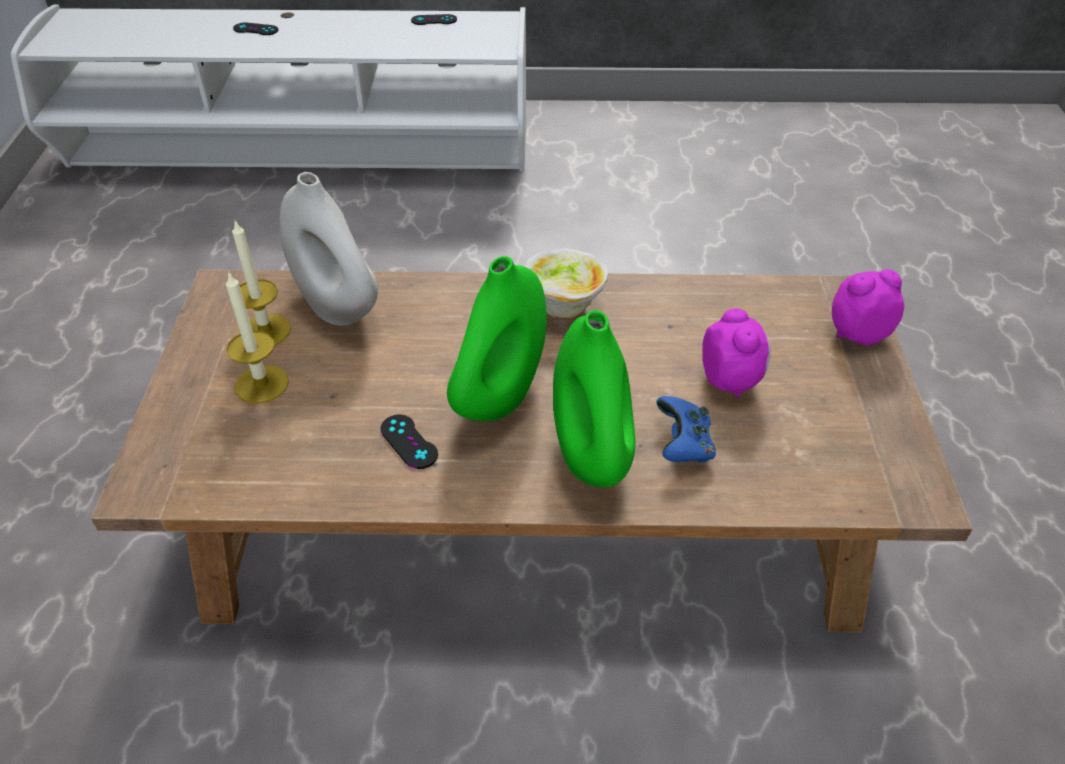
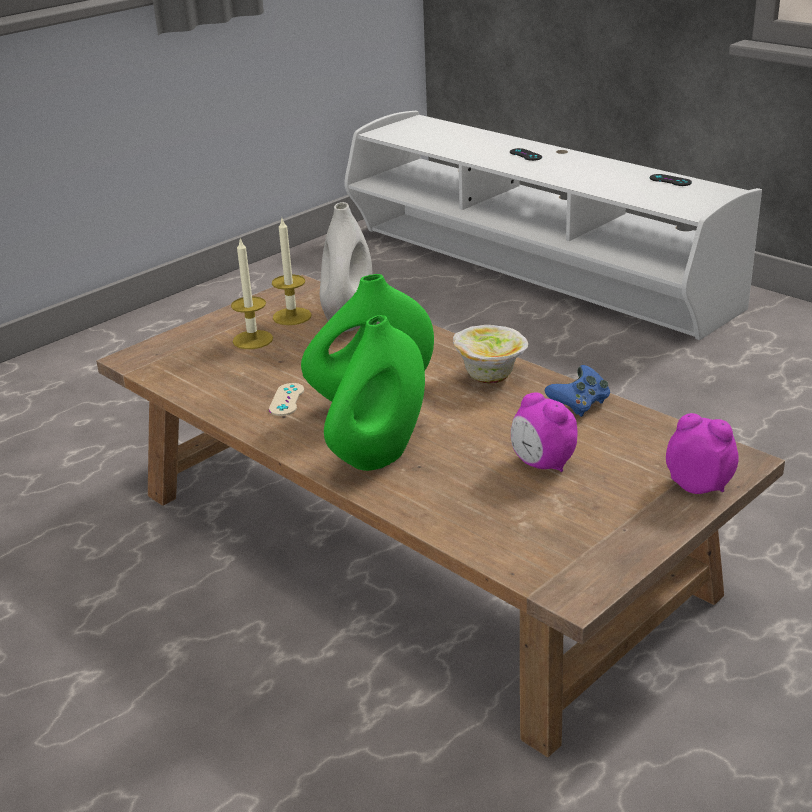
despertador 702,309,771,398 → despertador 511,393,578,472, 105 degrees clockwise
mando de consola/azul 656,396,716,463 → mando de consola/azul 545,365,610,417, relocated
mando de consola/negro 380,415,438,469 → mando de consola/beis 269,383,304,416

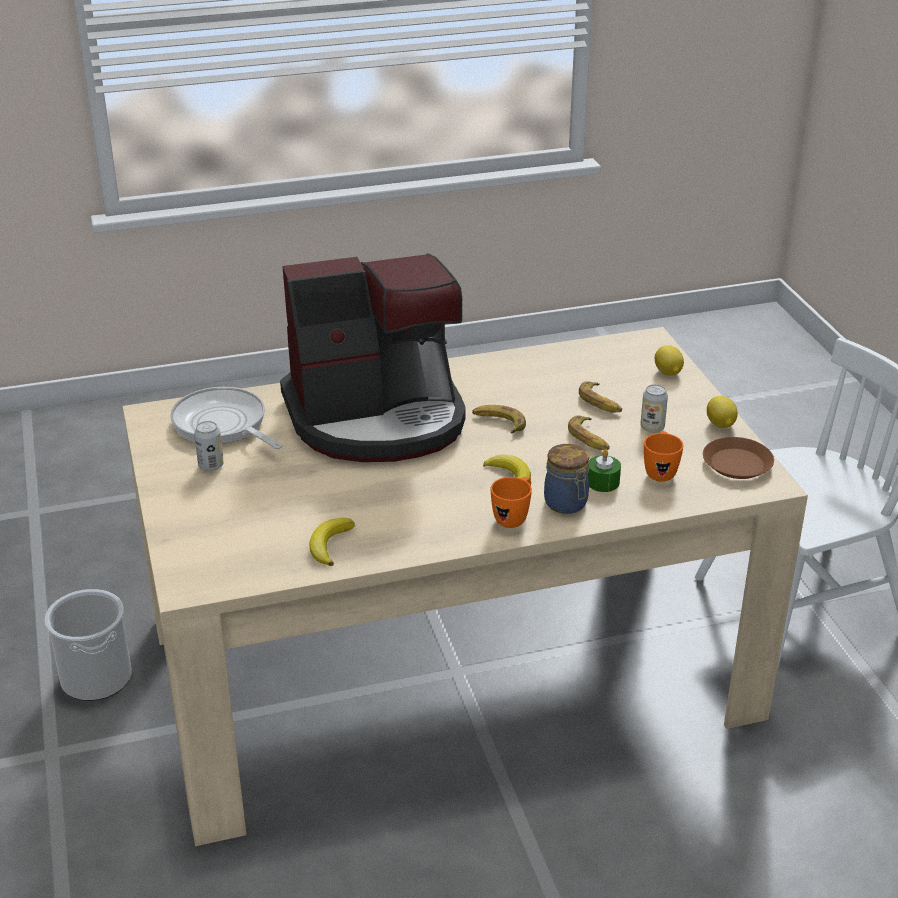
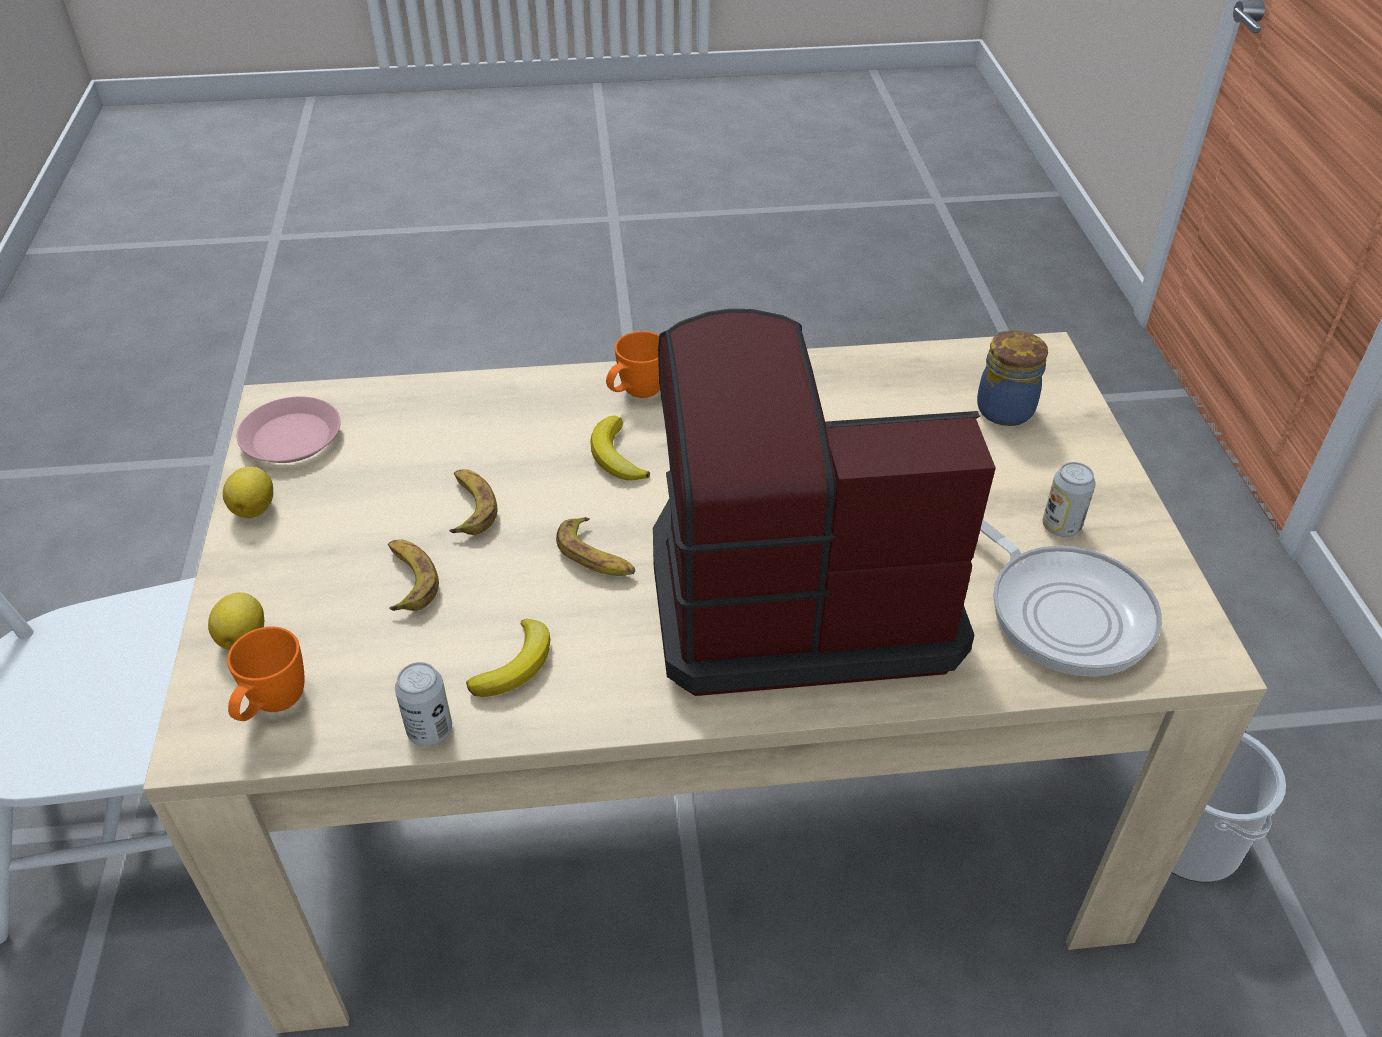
lata 640,384,668,433 → lata 395,662,452,746, relocated
taza grande/naranja 644,431,683,482 → taza grande/naranja 227,627,305,721, relocated
plato/marrón 703,437,774,479 → plato/rosa 237,396,341,463
tarro 544,444,589,514 → tarro 977,330,1048,426, relocated
vela/verde 588,449,621,492 → -
plátano 309,518,355,566 → plátano 466,619,551,697, relocated

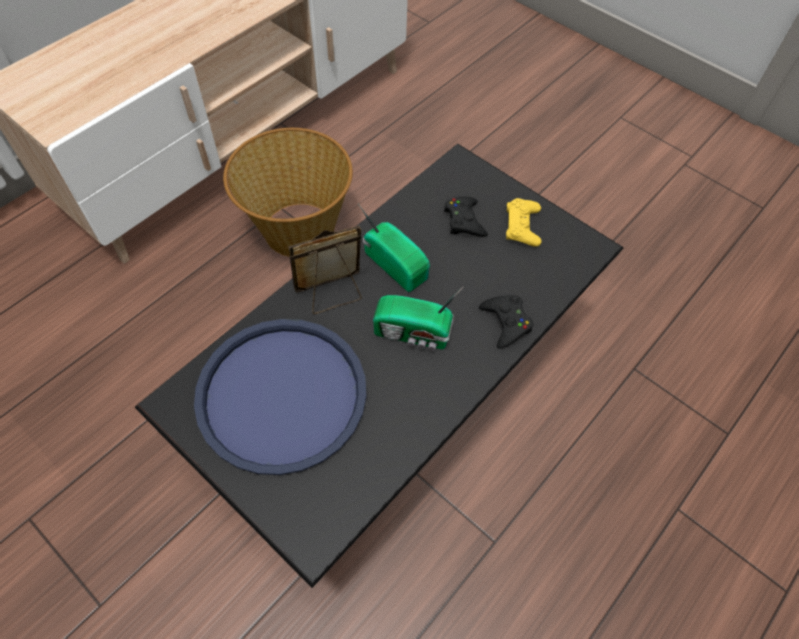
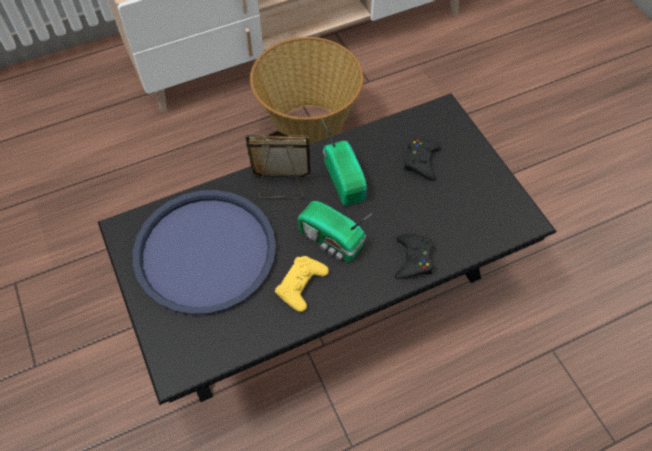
mando de consola/amarillo 506,198,542,247 → mando de consola/amarillo 275,256,329,312, relocated

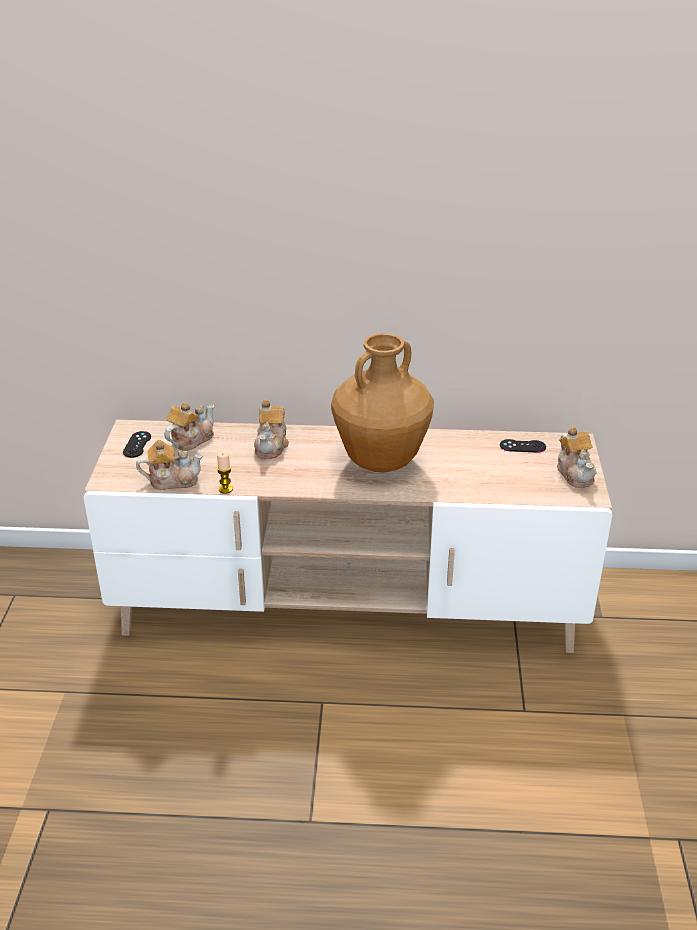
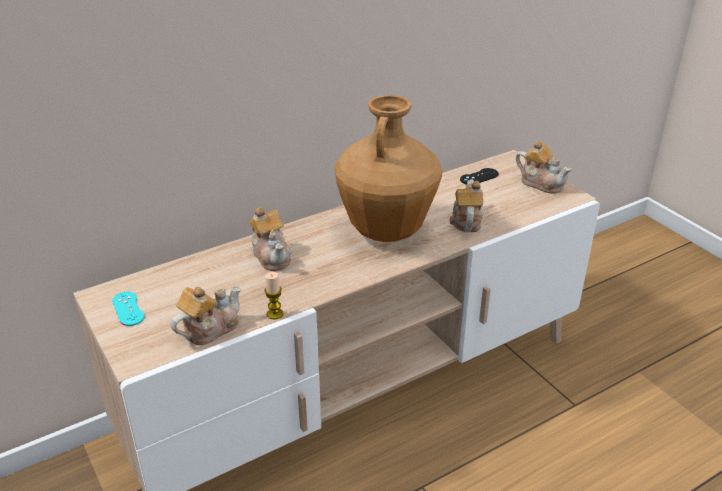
tetera 164,403,214,451 → tetera 450,180,483,232, relocated
mando de consola/negro 123,431,151,458 → mando de consola/turquesa 112,291,145,326

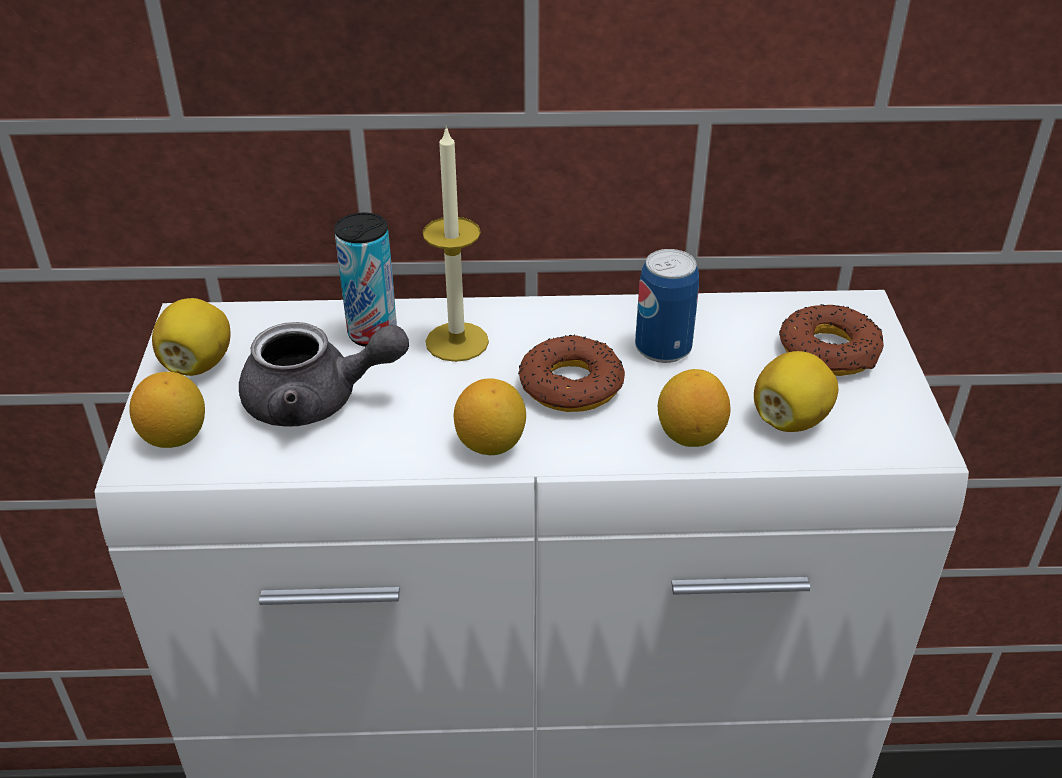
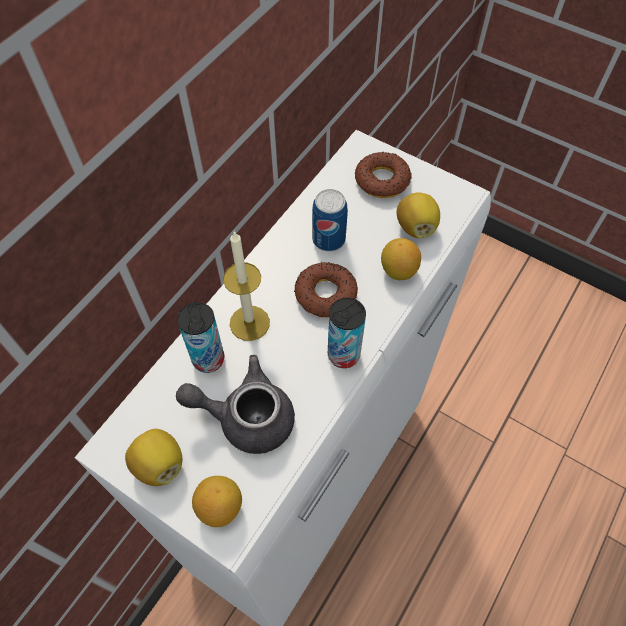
tetera/gris 239,322,409,426 → tetera/gris 176,355,295,454, 120 degrees counterclockwise
limón 454,379,526,455 → lata 328,298,366,368

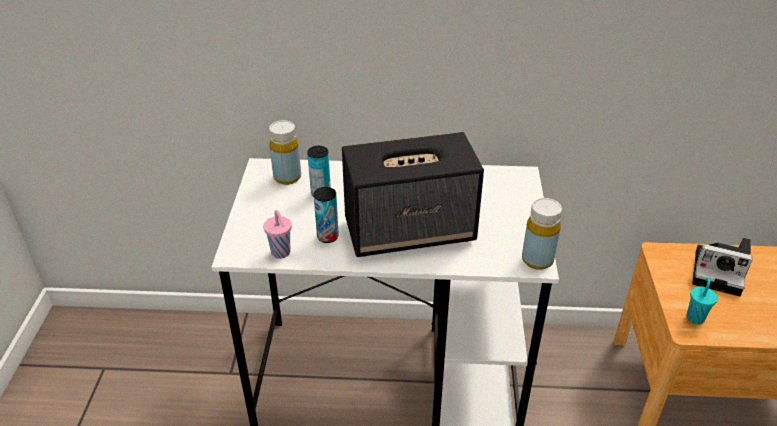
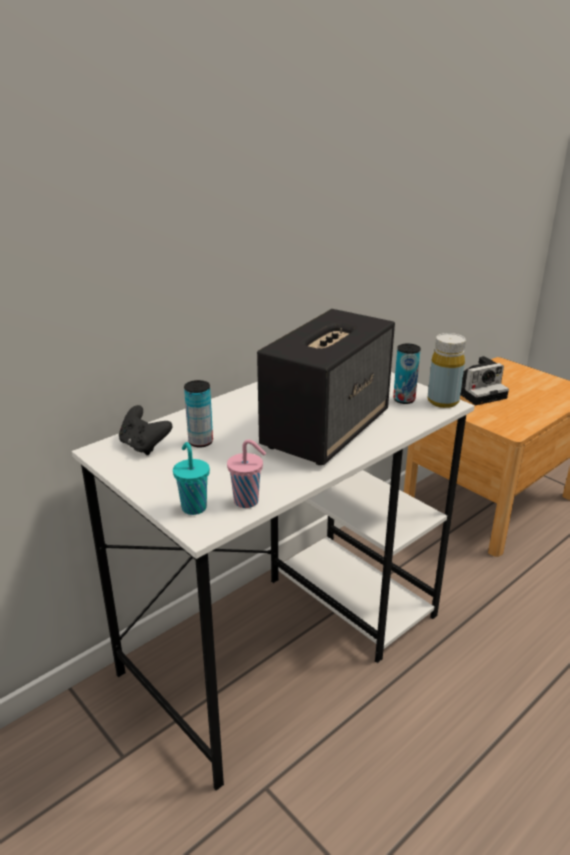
botella/amarillo 269,120,301,185 → mando de consola/negro 119,405,172,455
lata 314,187,339,243 → lata 393,343,421,404, relocated
taza/turquesa 686,278,718,325 → taza/turquesa 173,442,210,515, relocated

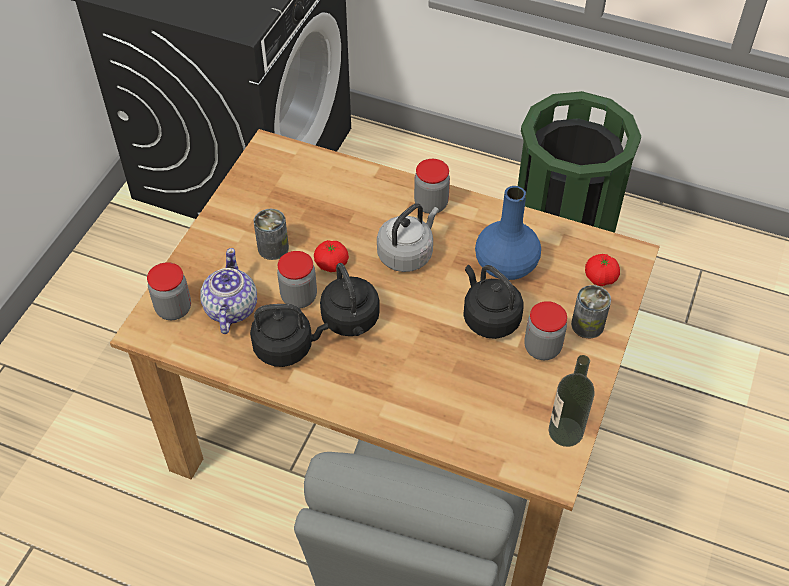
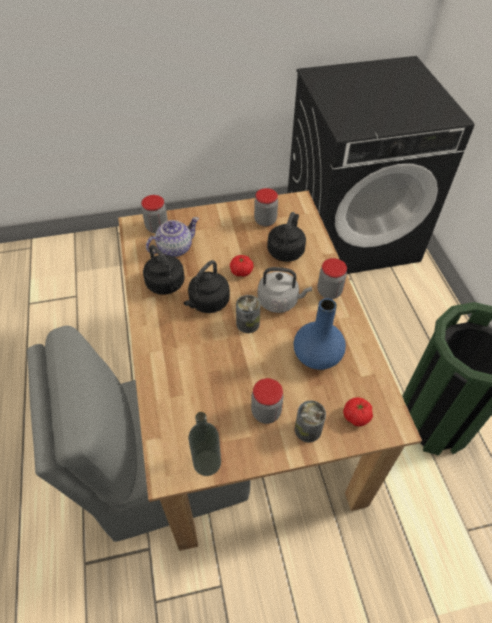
lata 254,209,289,260 → lata 236,295,261,333, relocated
tarro 277,251,317,308 → tarro 254,188,278,226, relocated
hervidor/negro 463,265,524,339 → hervidor/negro 267,212,306,262, relocated

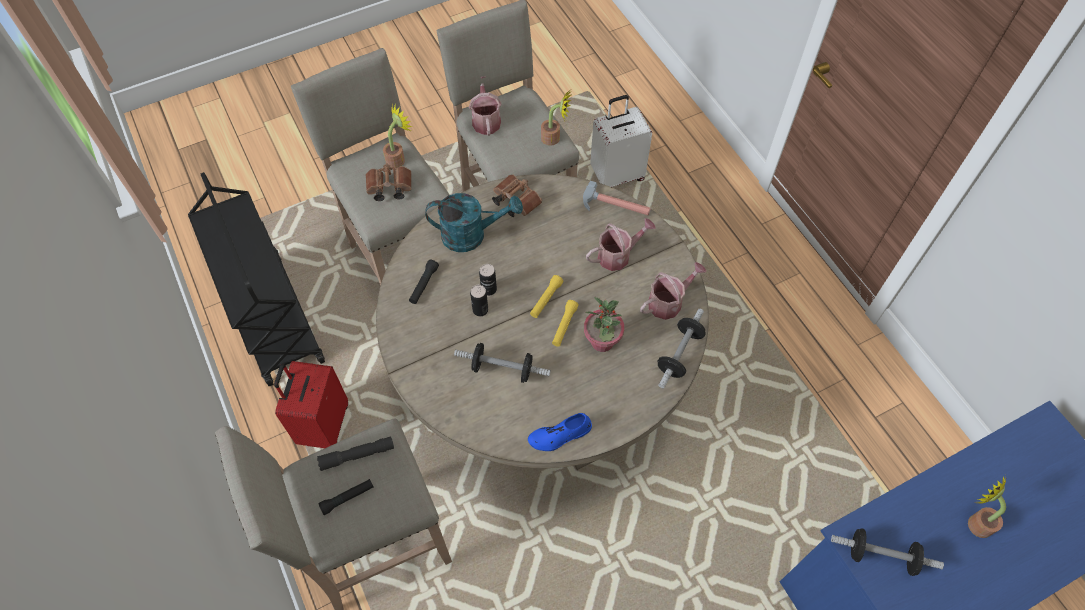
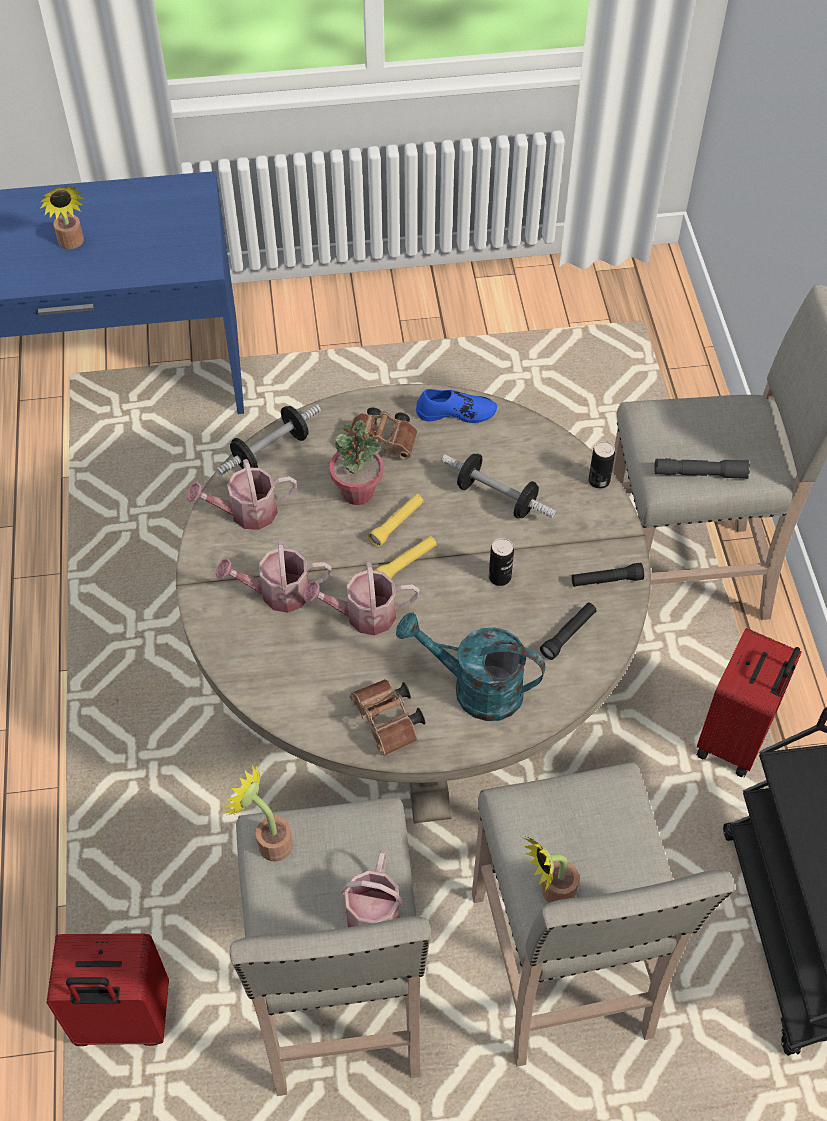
maleta/blanco 590,95,652,187 → maleta/rojo 46,933,169,1046
prismáticos/marrón 366,163,411,201 → prismáticos/marrón 348,407,417,459, relocated
martillo 583,181,651,215 → -
lata 479,264,497,296 → lata 589,441,615,489, relocated
linterna/negro 318,479,374,515 → linterna/negro 572,563,644,587, relocated
mancuerna 831,528,944,576 → -
- → regadera 303,562,420,635

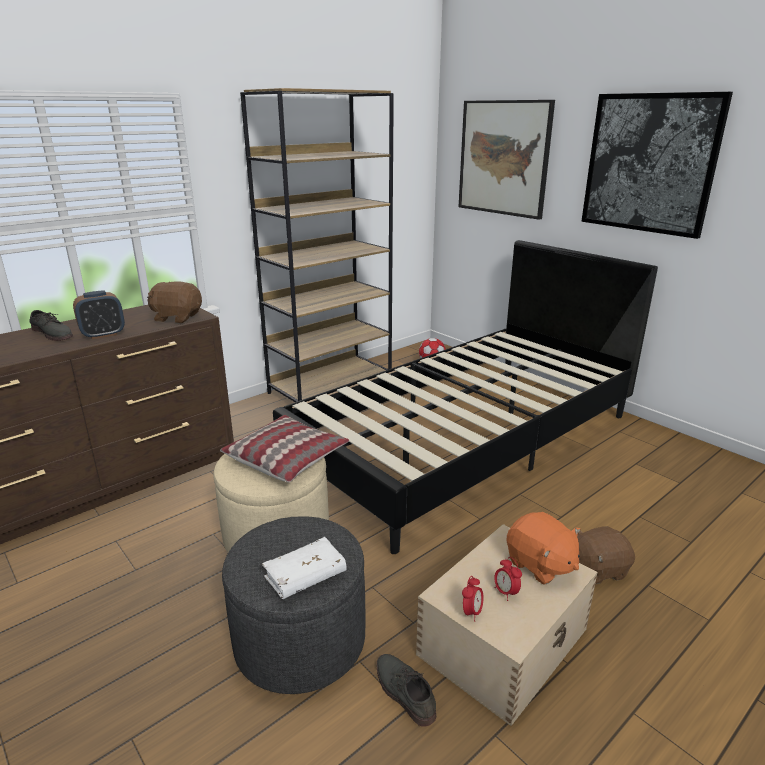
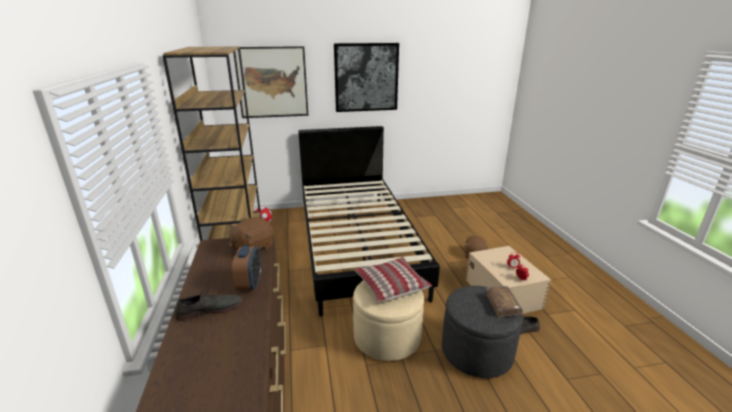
peluche/naranja 506,512,581,585 → -
libro/blanco 262,537,346,599 → libro/marrón 486,286,523,318

